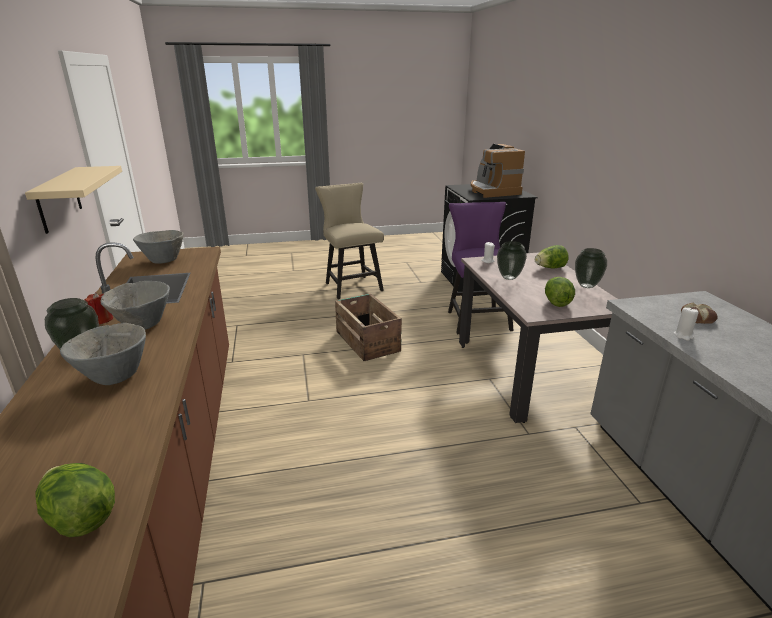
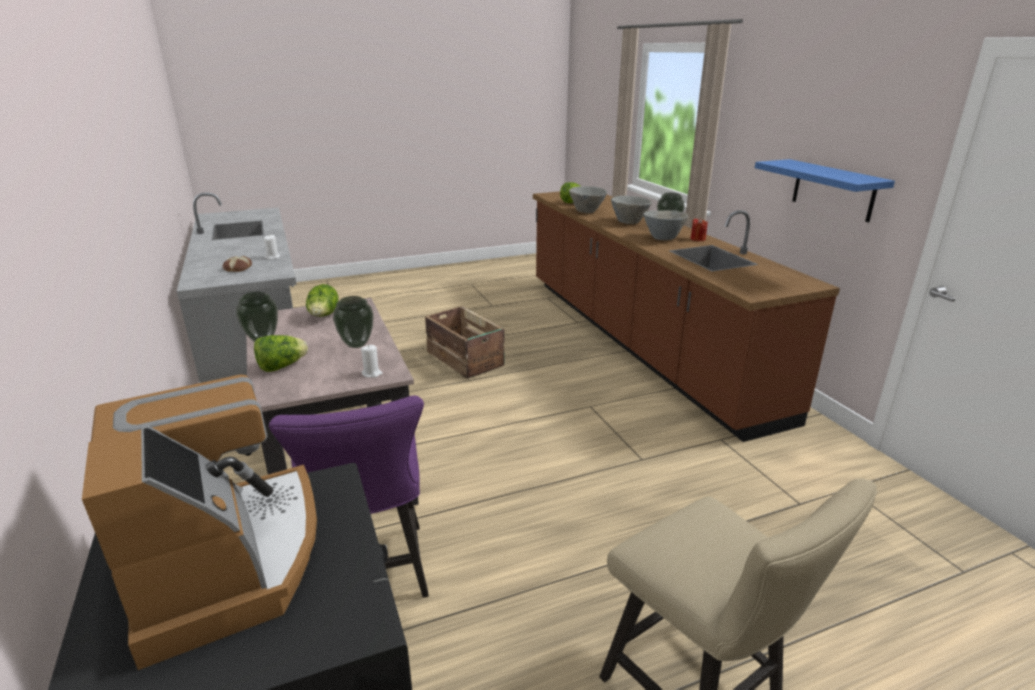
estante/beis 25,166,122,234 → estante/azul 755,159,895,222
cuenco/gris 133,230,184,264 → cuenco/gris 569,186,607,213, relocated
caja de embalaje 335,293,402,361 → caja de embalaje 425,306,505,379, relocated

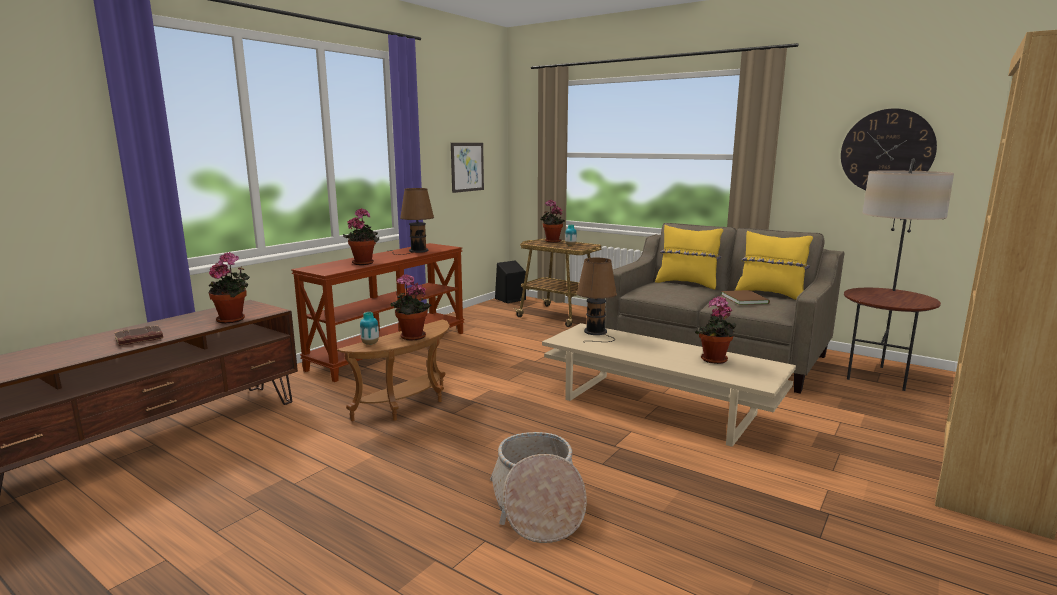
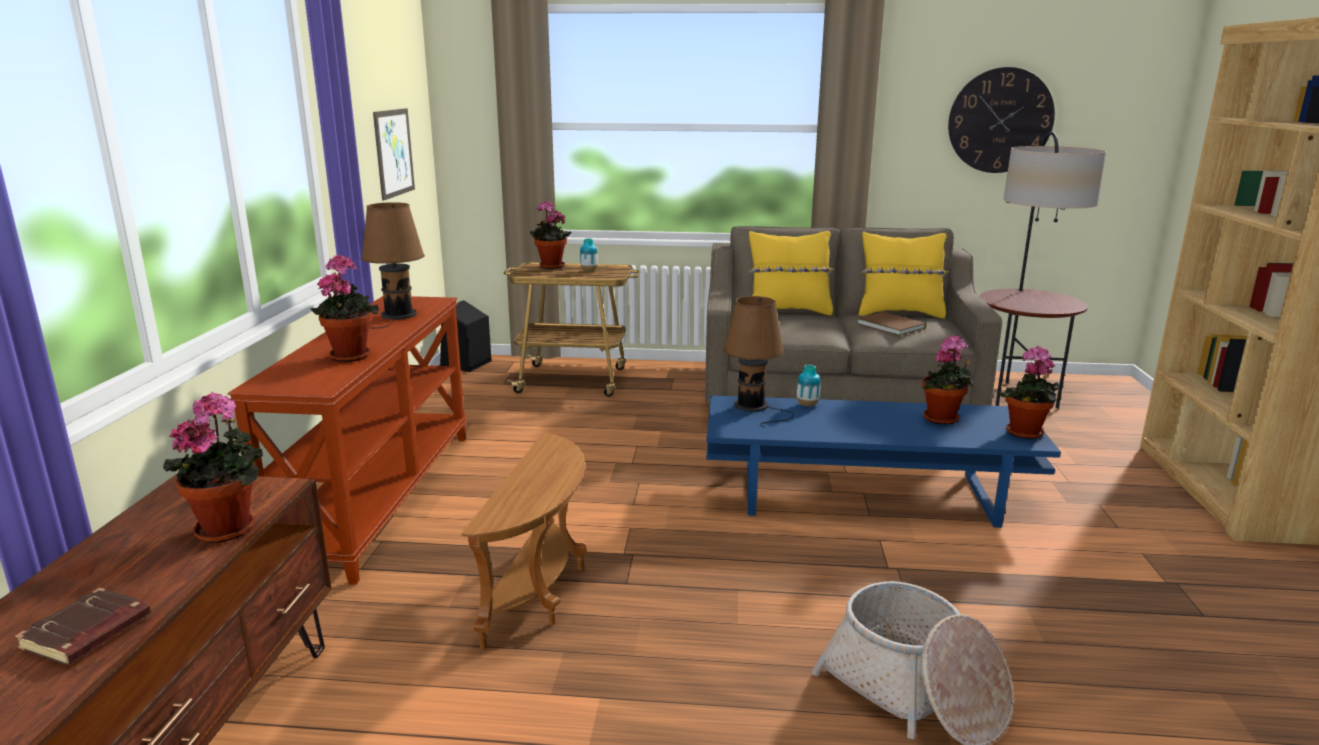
planta en maceta 391,274,432,341 → planta en maceta 1000,346,1060,439, relocated
florero 360,312,379,345 → florero 797,365,821,407, relocated
mesa de centro/beis 542,323,796,447 → mesa de centro/azul 706,395,1061,528

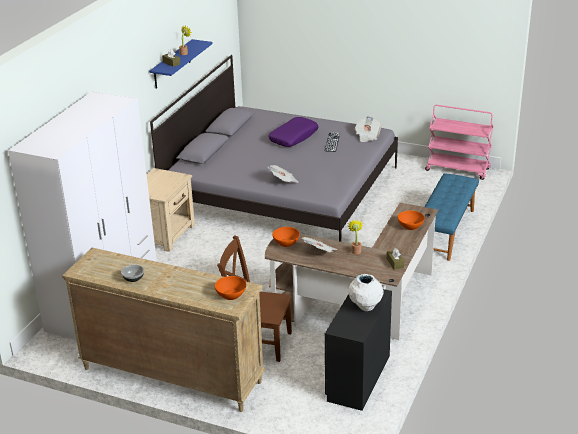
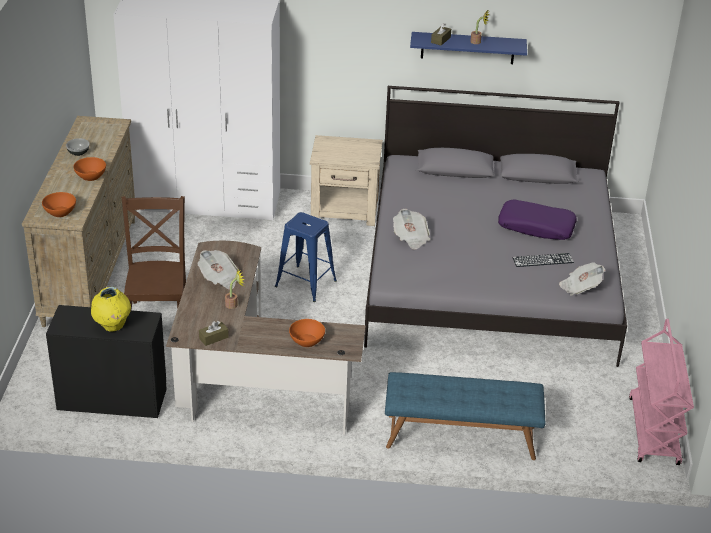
cuenco/naranja 272,227,300,247 → cuenco/naranja 73,157,106,181, relocated
florero/blanco 348,274,384,311 → florero/amarillo 91,287,131,332
- → taburete/azul 275,212,337,302

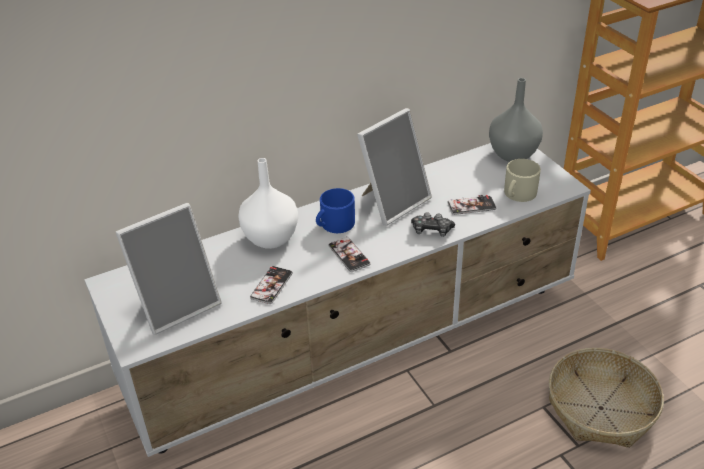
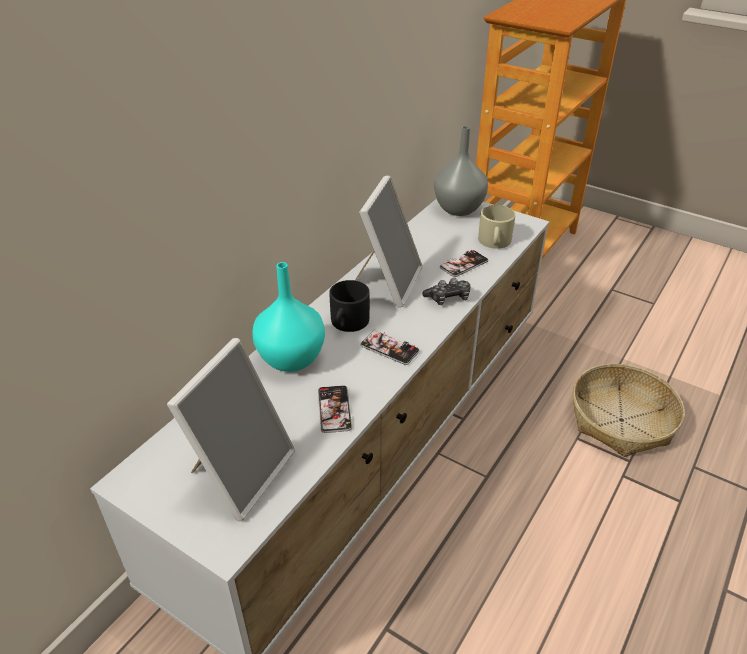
florero/blanco 238,158,298,249 → florero/turquesa 252,262,325,372
taza grande/azul 316,188,355,233 → taza grande/negro 329,280,370,332

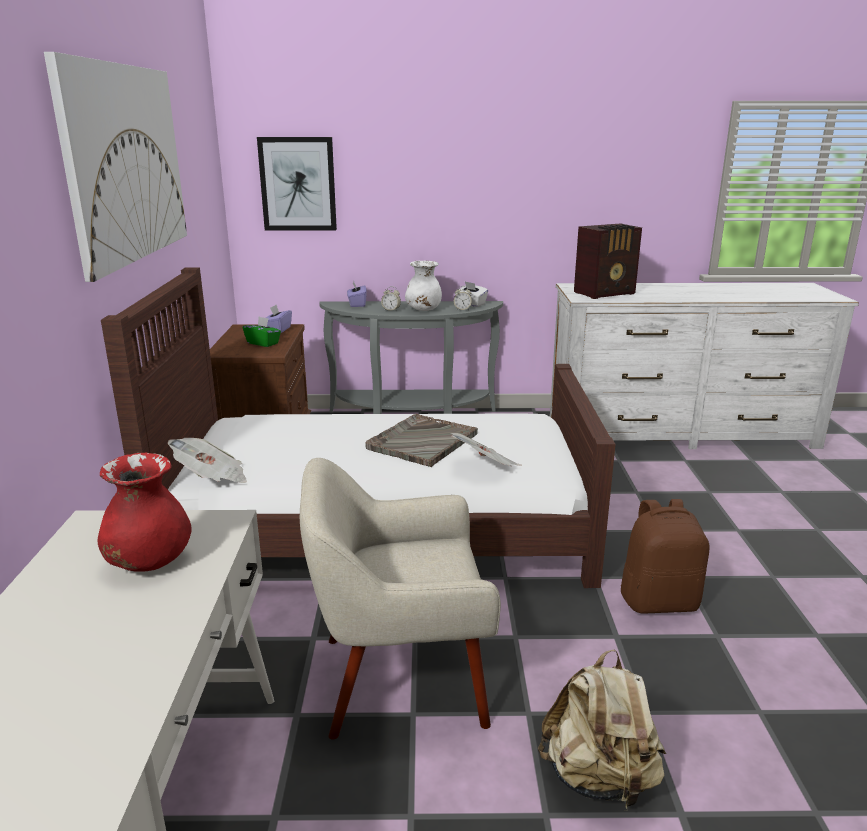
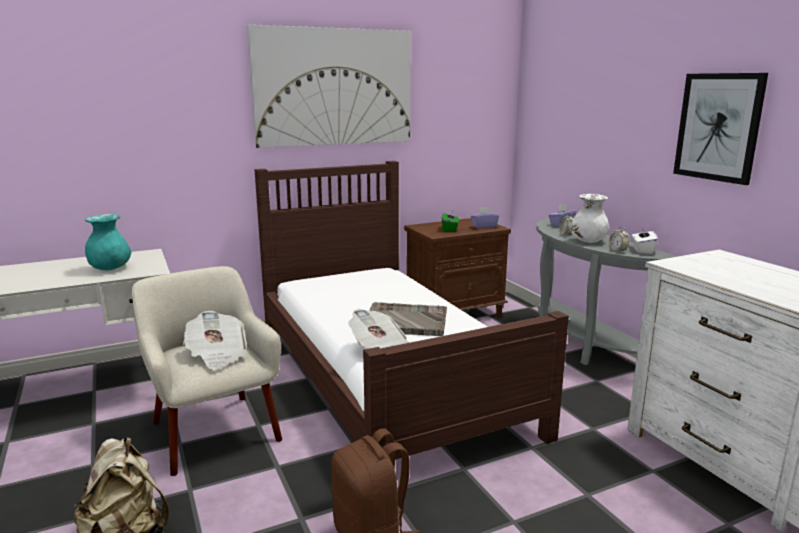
cuadro 257,137,337,230 → cuadro 673,73,768,185, relocated
radio 574,223,642,299 → -
periódico 168,438,247,483 → periódico 183,311,247,370, relocated
florero/rojo 98,453,192,572 → florero/turquesa 85,214,131,270

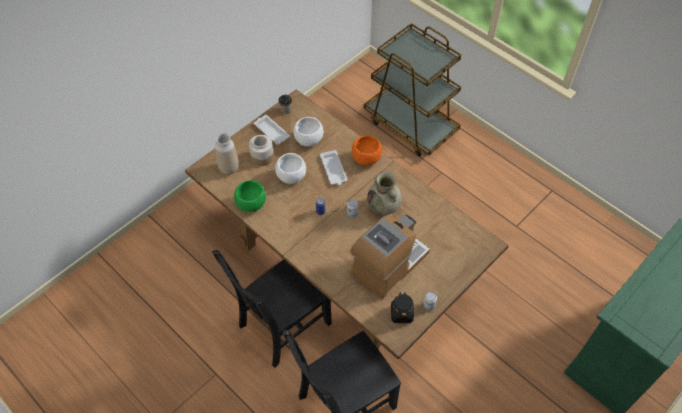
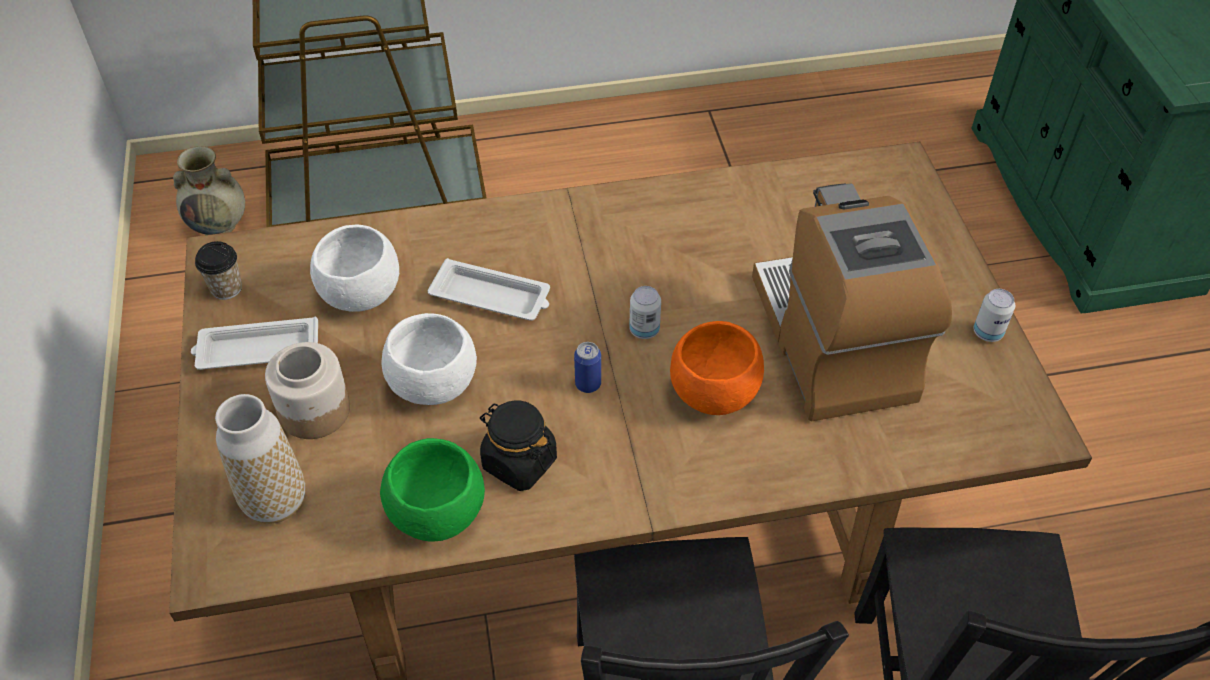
cuenco/naranja 352,136,382,166 → cuenco/naranja 670,321,764,415, relocated
florero/beis 367,172,402,215 → florero/beis 173,146,245,235, relocated
tarro/negro 391,292,414,323 → tarro/negro 480,400,557,491, relocated

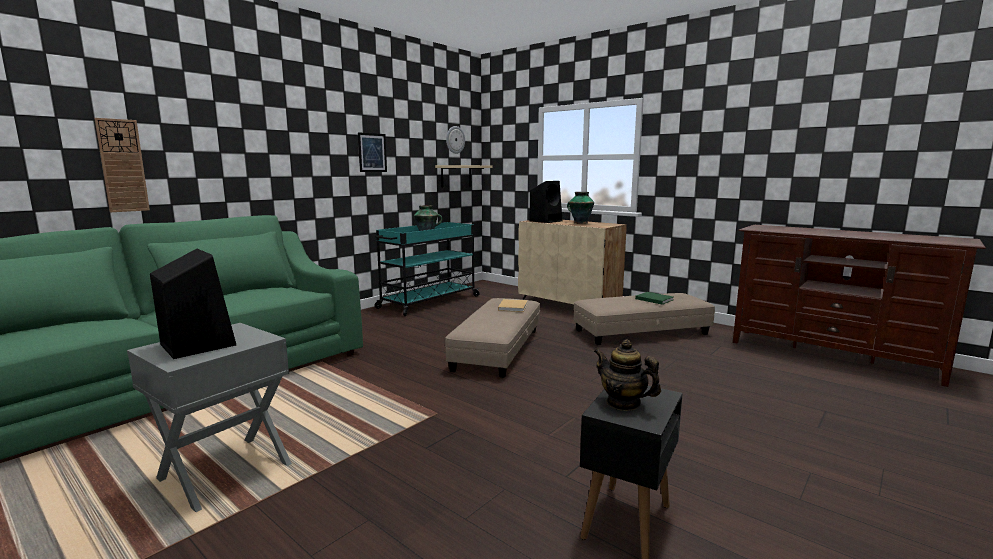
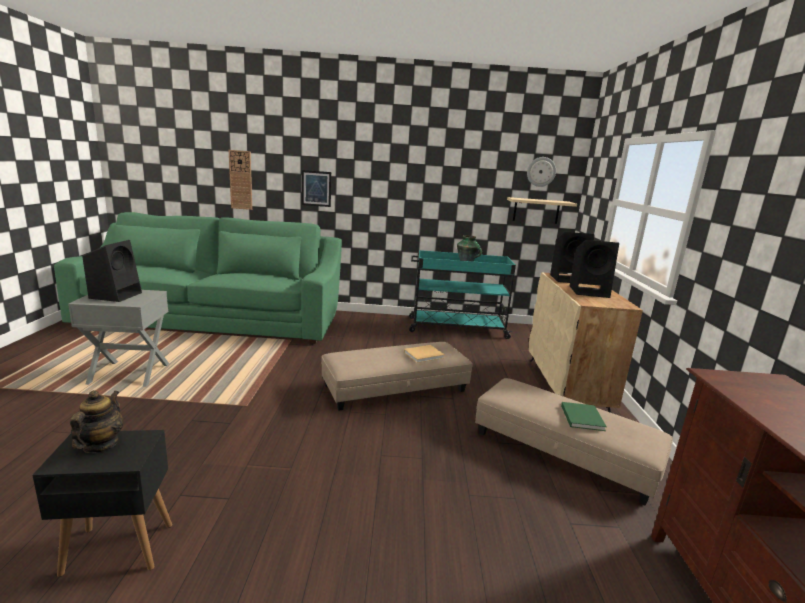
cuadro 358,132,387,172 → cuadro 302,170,331,207, relocated
florero 567,192,594,224 → altavoz/negro 570,240,619,298

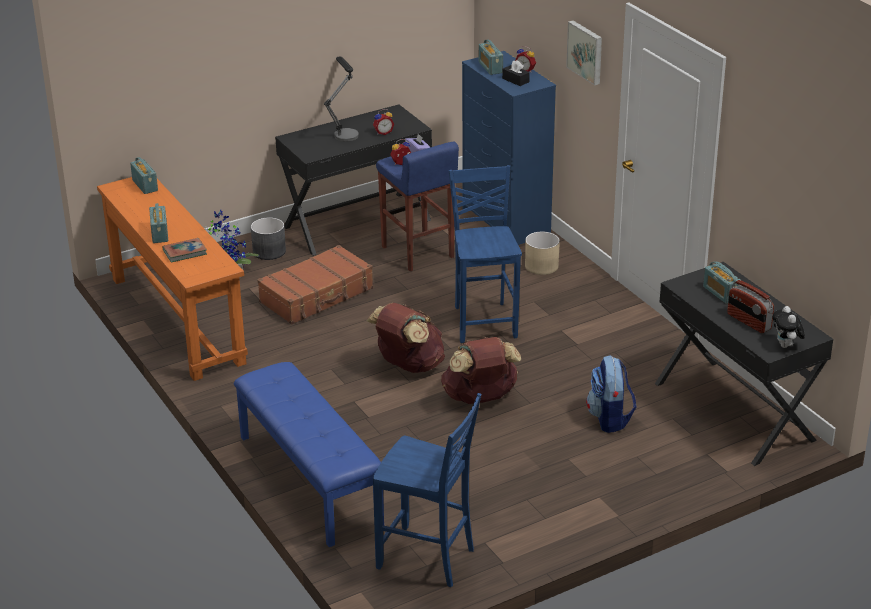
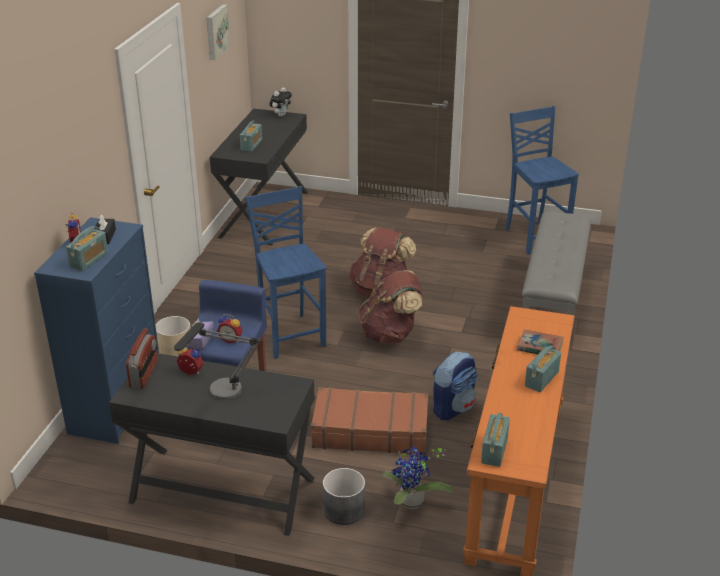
cuadro 566,21,602,85 → cuadro 206,4,231,60, relocated
silla/azul 448,165,522,343 → silla/azul 245,186,326,359, 120 degrees clockwise
radio 727,280,774,333 → radio 126,328,158,389, relocated
mochila 586,355,636,433 → mochila 433,352,478,420, relocated
banco/azul 234,362,384,547 → banco/gris 522,212,591,348

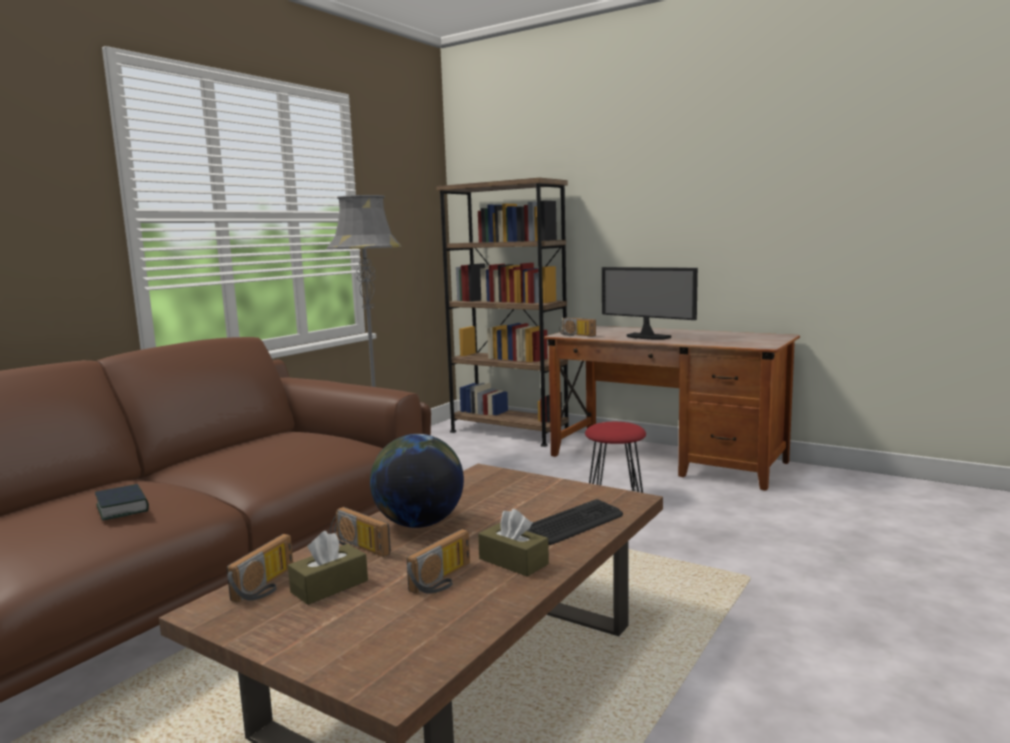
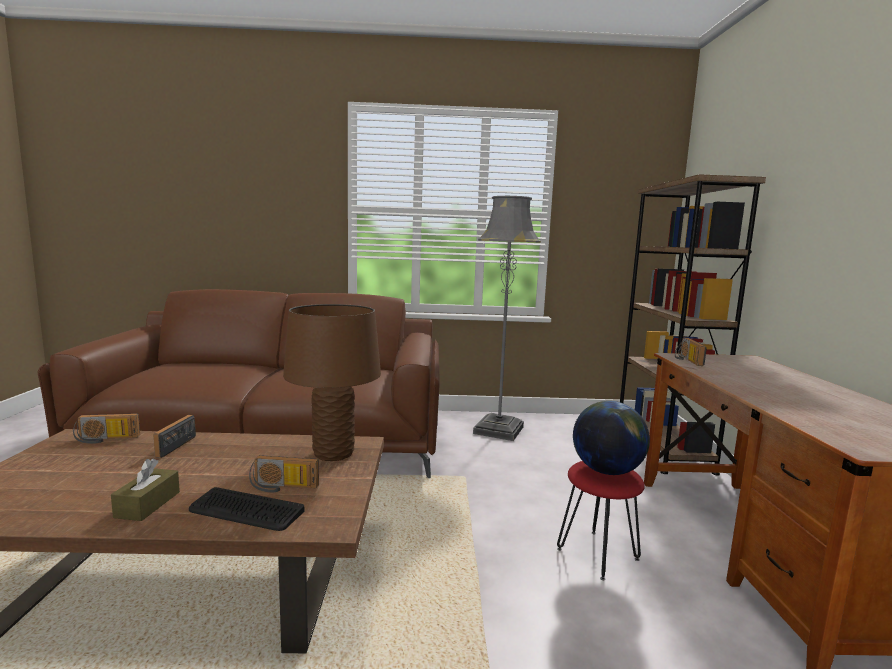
monitor 602,267,698,340 → -
globo terráqueo 370,434,464,528 → globo terráqueo 573,401,650,475, relocated
libro 95,484,149,521 → -
radio 407,529,470,594 → radio 249,455,319,493, relocated
caja de pañuelos/marrón 288,531,368,605 → -
- → lámpara de mesa/marrón 283,304,381,461

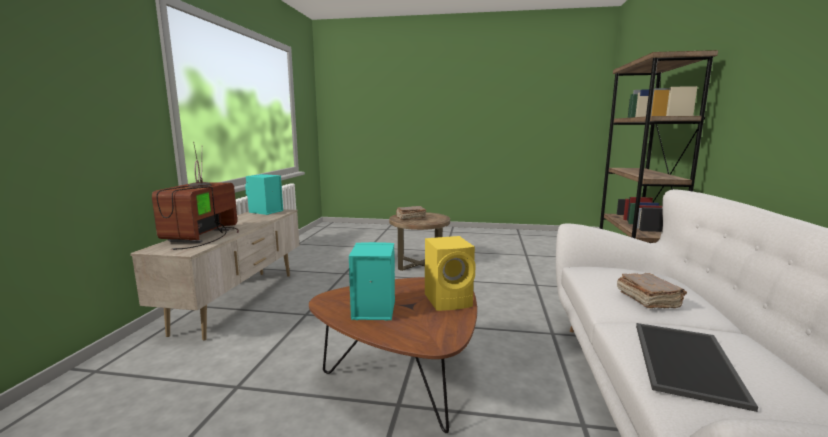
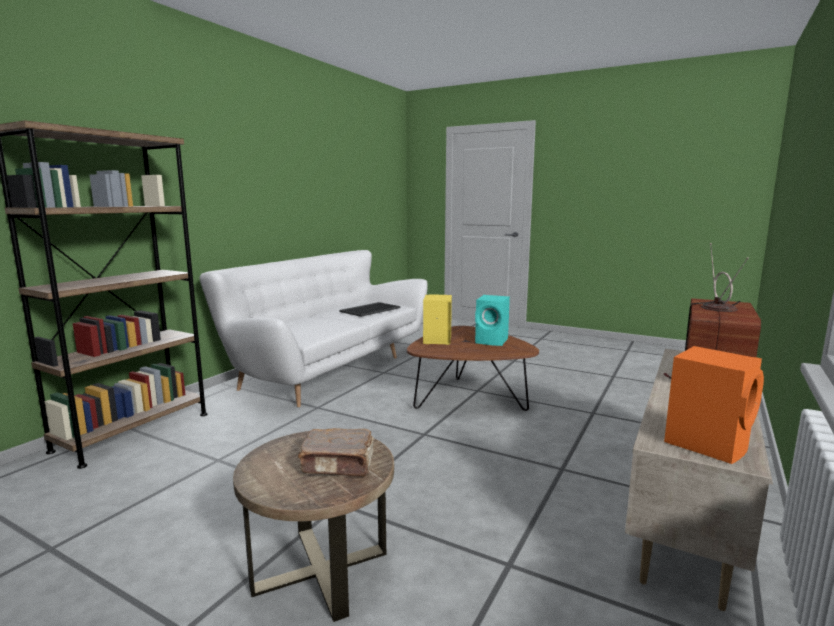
altavoz/turquesa 245,174,283,215 → altavoz/naranja 664,346,764,464
libro/marrón 617,273,687,308 → -

